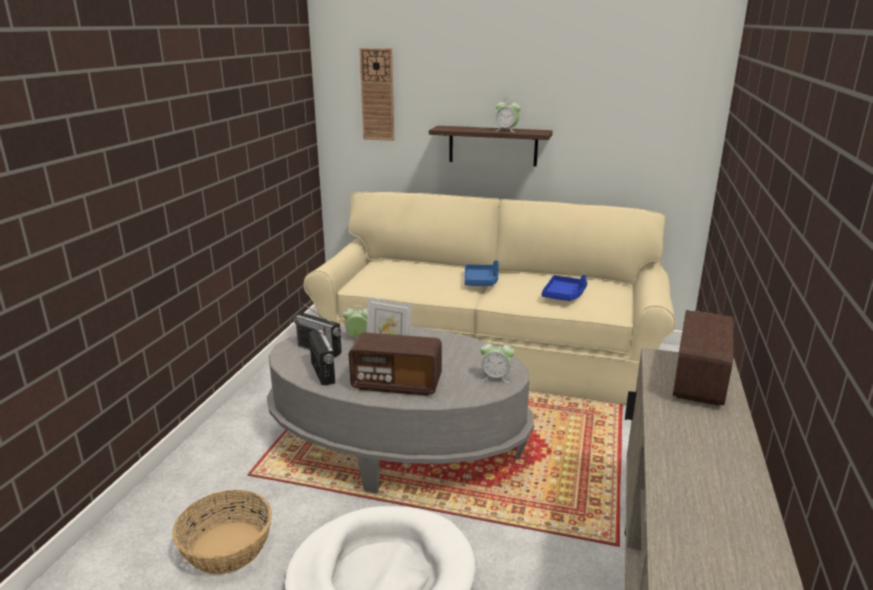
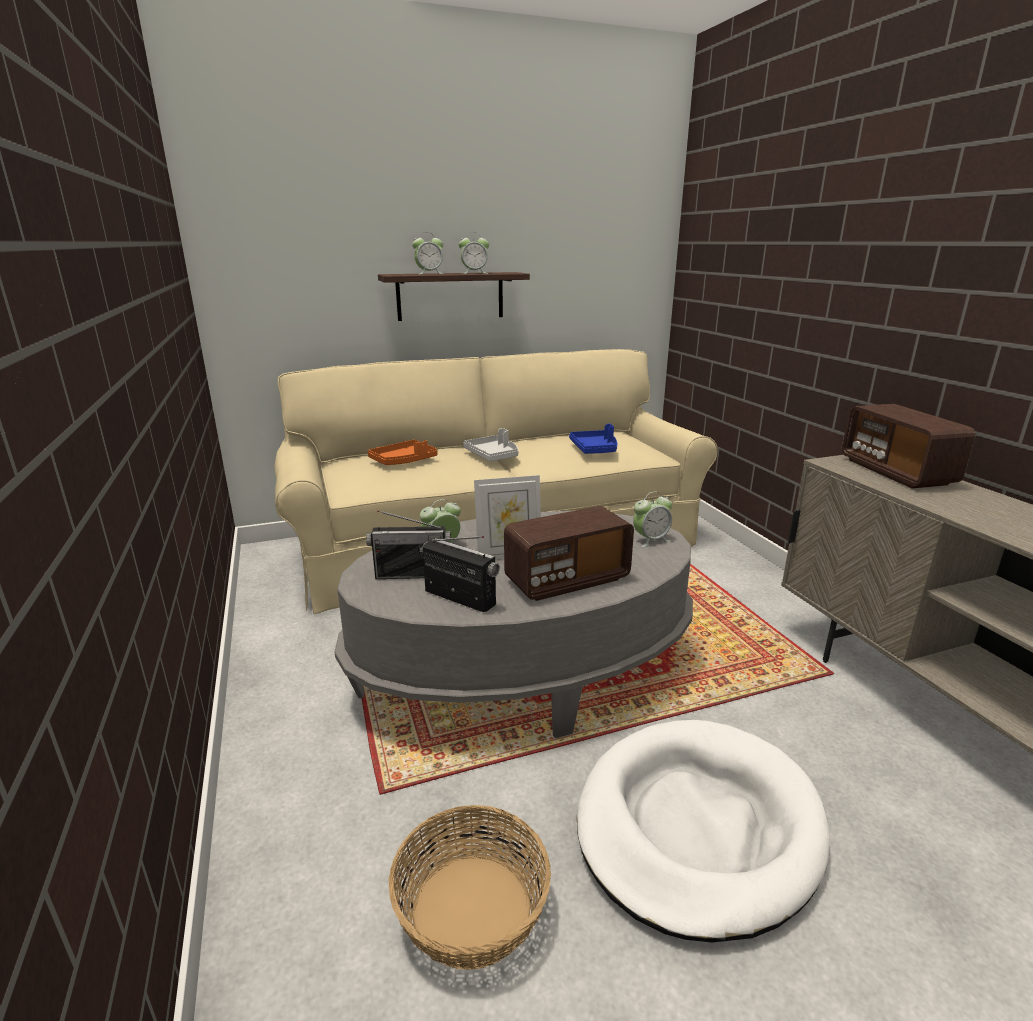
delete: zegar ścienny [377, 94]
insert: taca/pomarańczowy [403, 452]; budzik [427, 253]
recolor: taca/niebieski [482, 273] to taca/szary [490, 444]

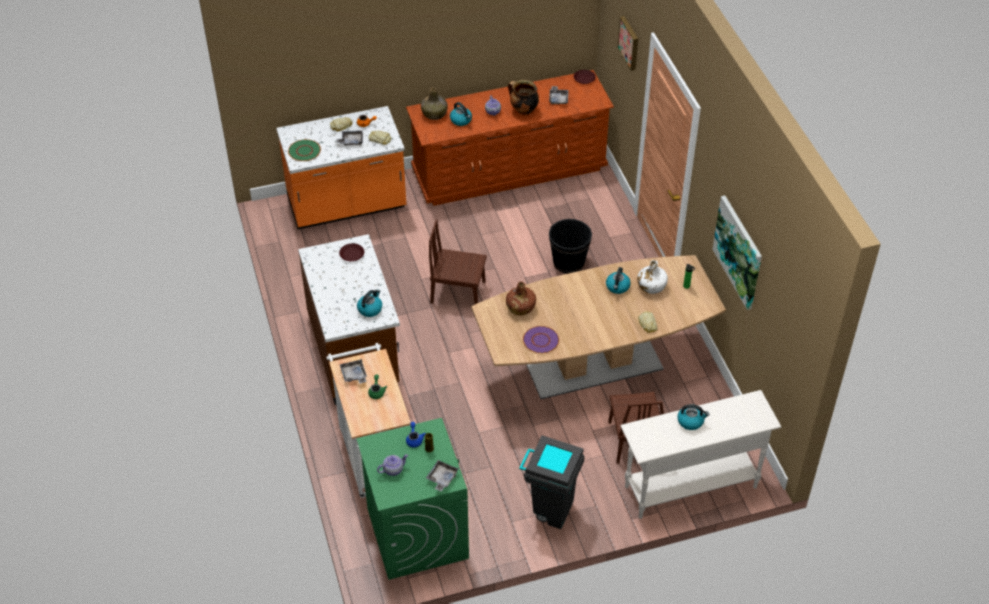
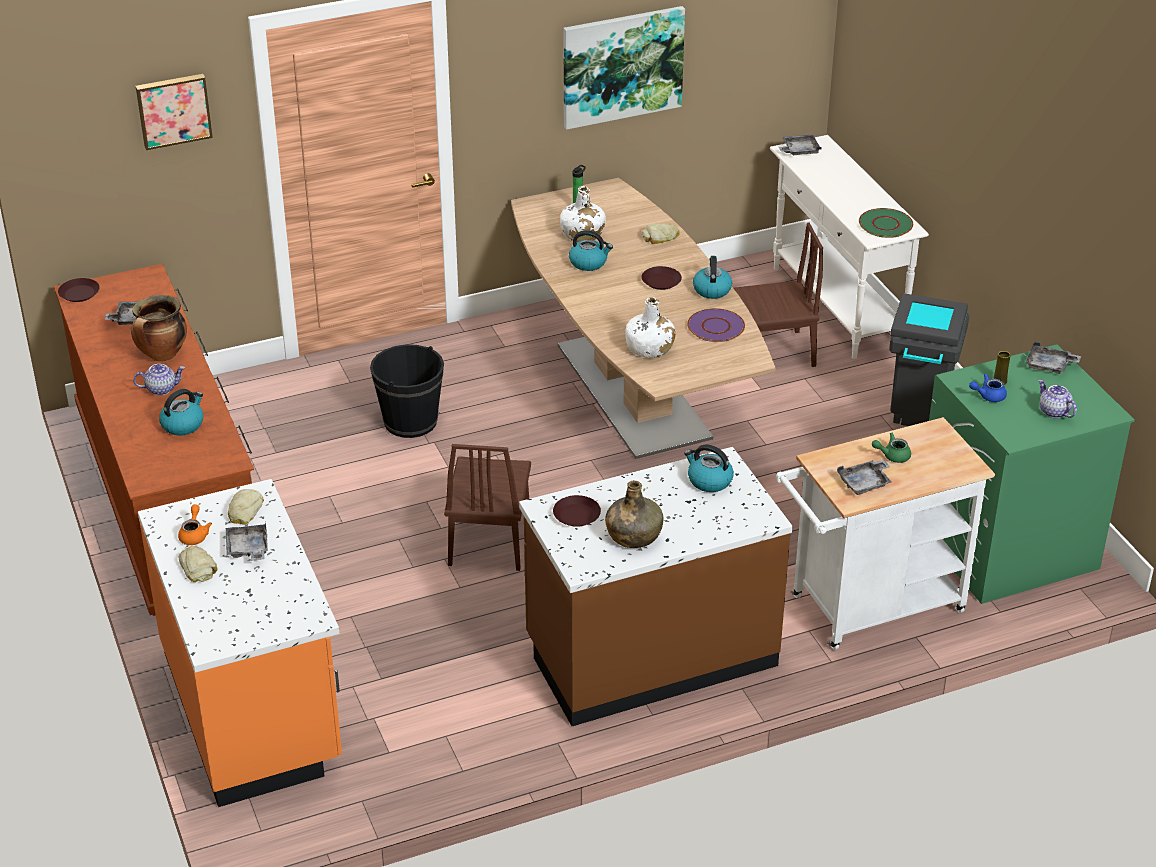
insert: talerz/brązowy [662, 278]; taca/szary [800, 145]
move: talerz/zielony [304, 150] to [886, 223]; butelka/zielony [434, 103] to [634, 514]; czajnik [693, 417] to [712, 277]
recolor: butelka/brązowy [521, 298] to butelka/biały [650, 327]

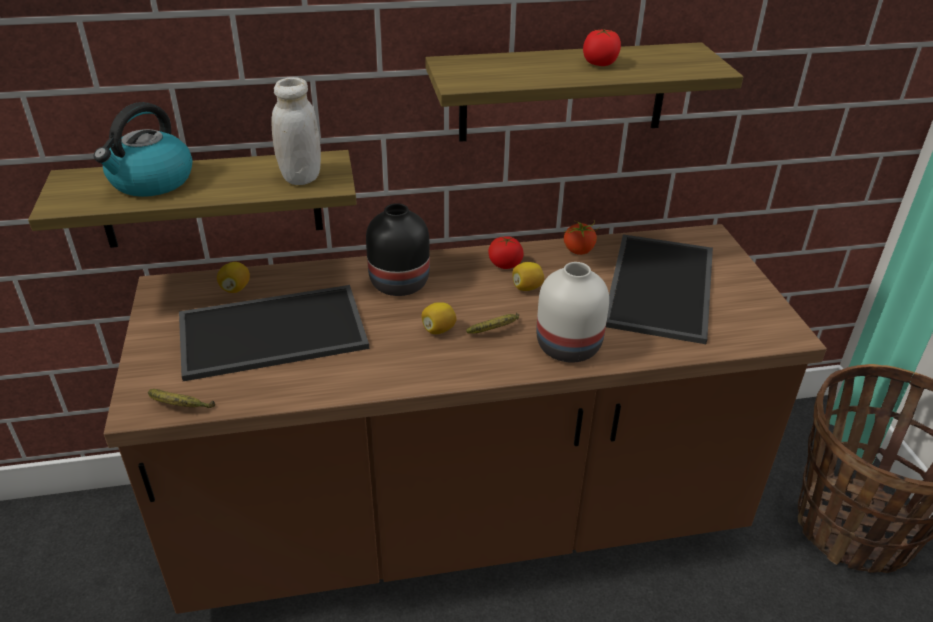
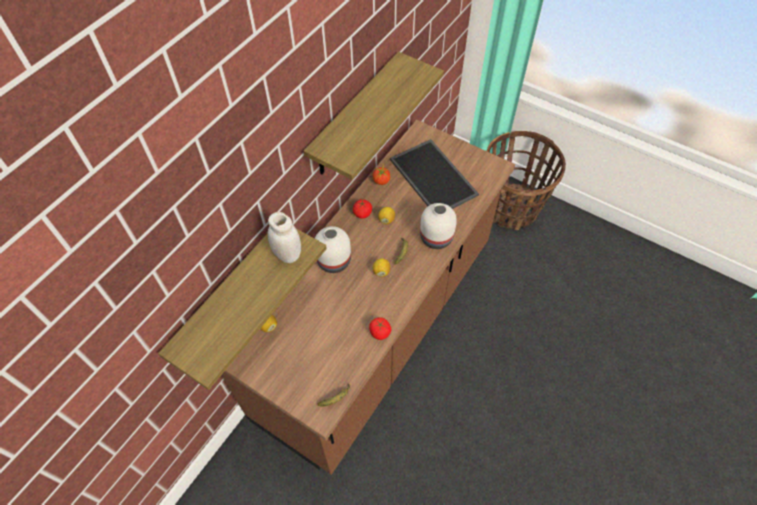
delete: czajnik [143, 149]; taca [274, 333]
move: pomidor [602, 47] to [380, 328]
recolor: wazon/czarny [398, 249] to wazon/biały [333, 249]

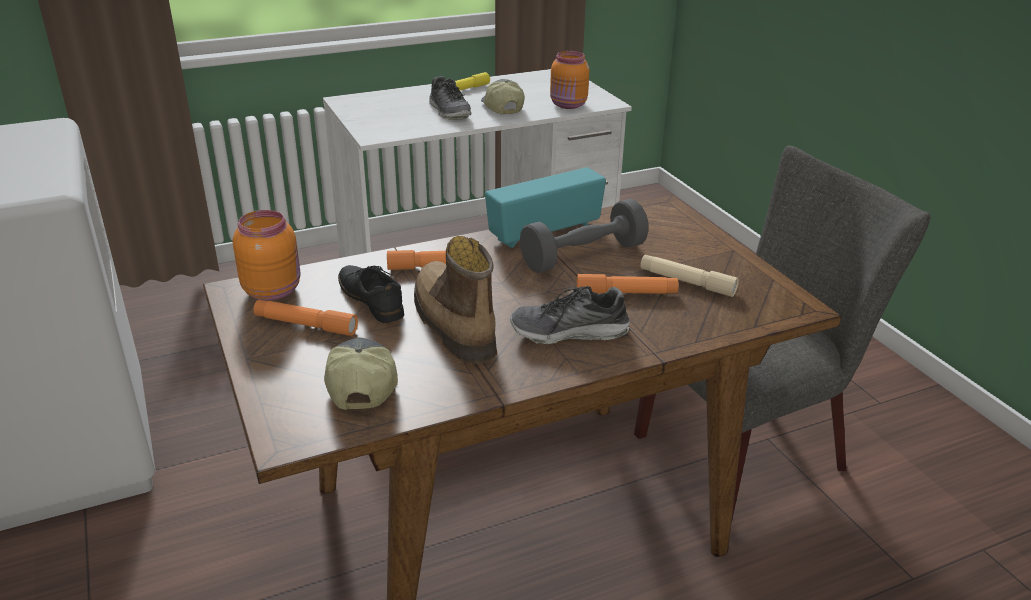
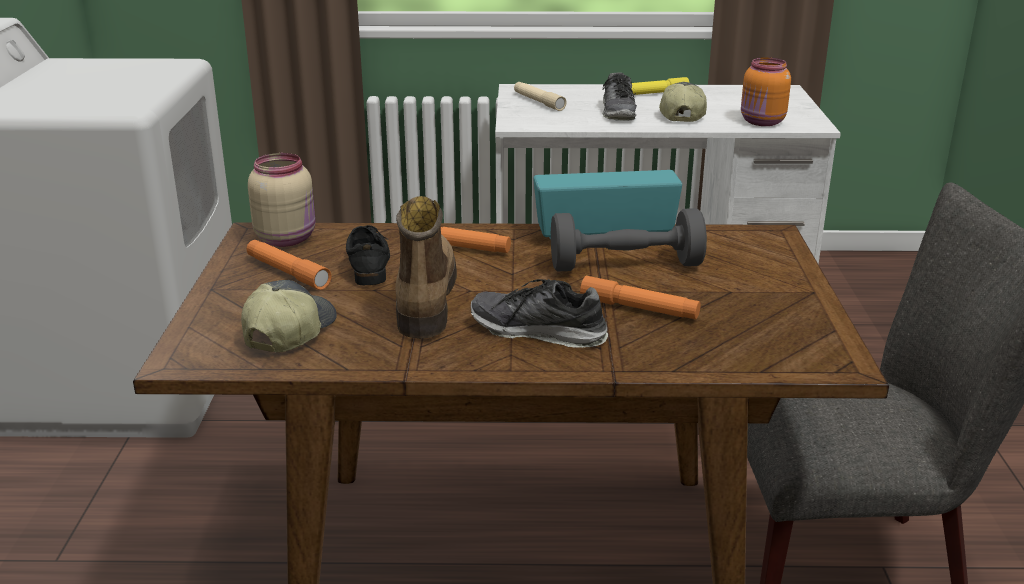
move: latarka/beżowy [689, 276] to [540, 96]
recolor: słoik/pomarańczowy [267, 255] to słoik/beżowy [281, 200]

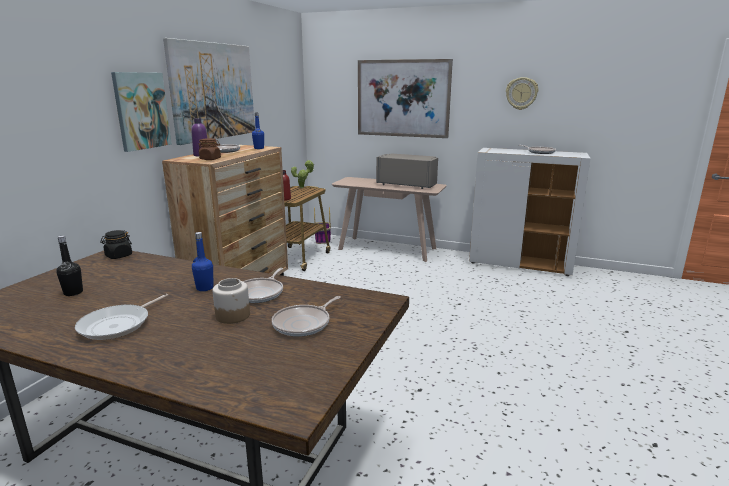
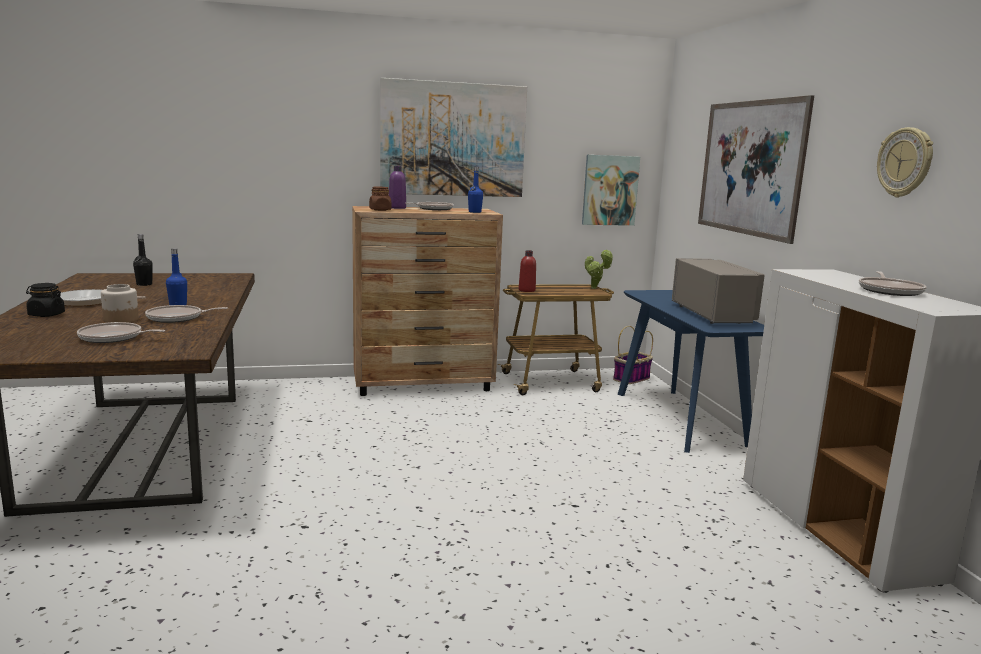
move: słoik/czarny [116, 244] to [45, 300]; obraz [141, 112] to [611, 190]
recolor: stolik konsolowy/beżowy [389, 219] to stolik konsolowy/niebieski [691, 371]

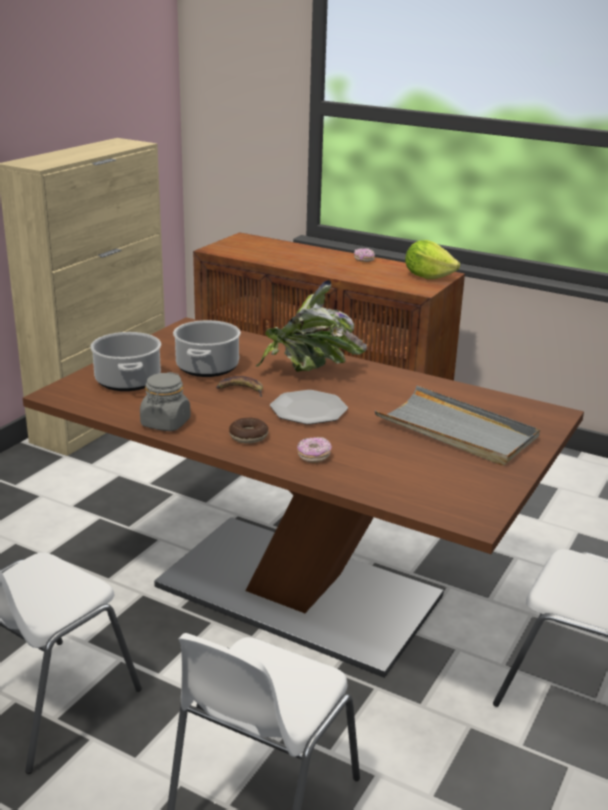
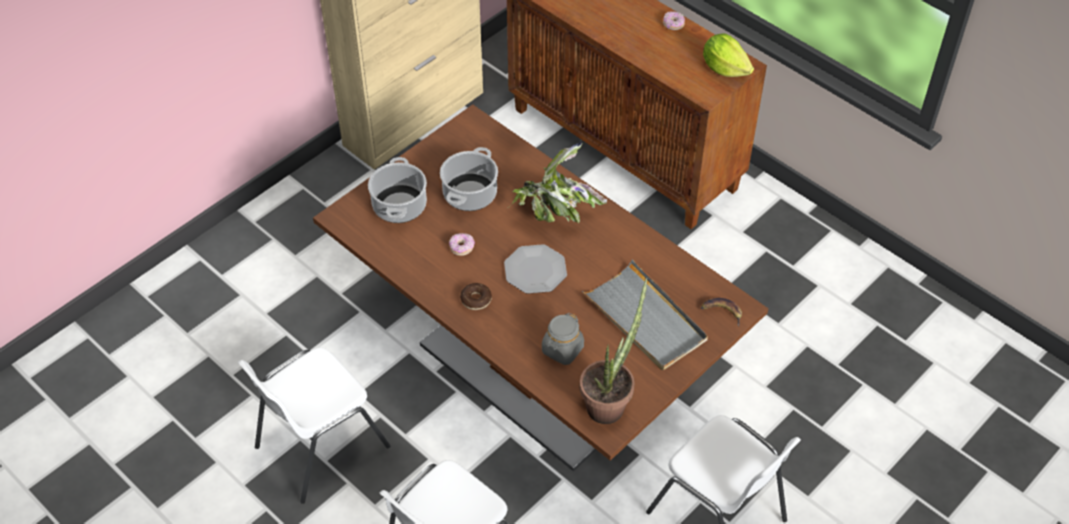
insert: roślina doniczkowa [613, 351]
move: słoik/szary [165, 401] to [563, 339]; banan [239, 386] to [721, 312]; donut [314, 450] to [462, 244]

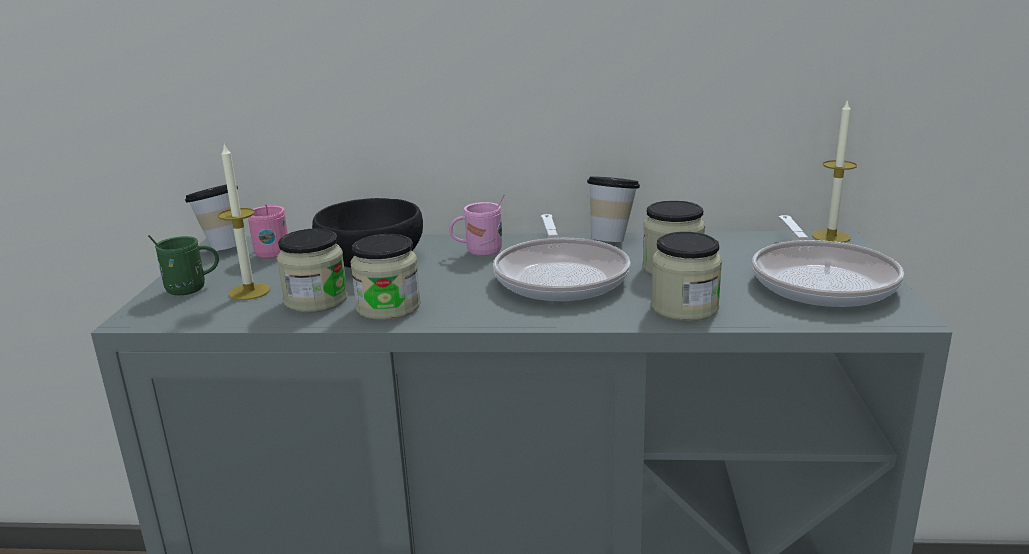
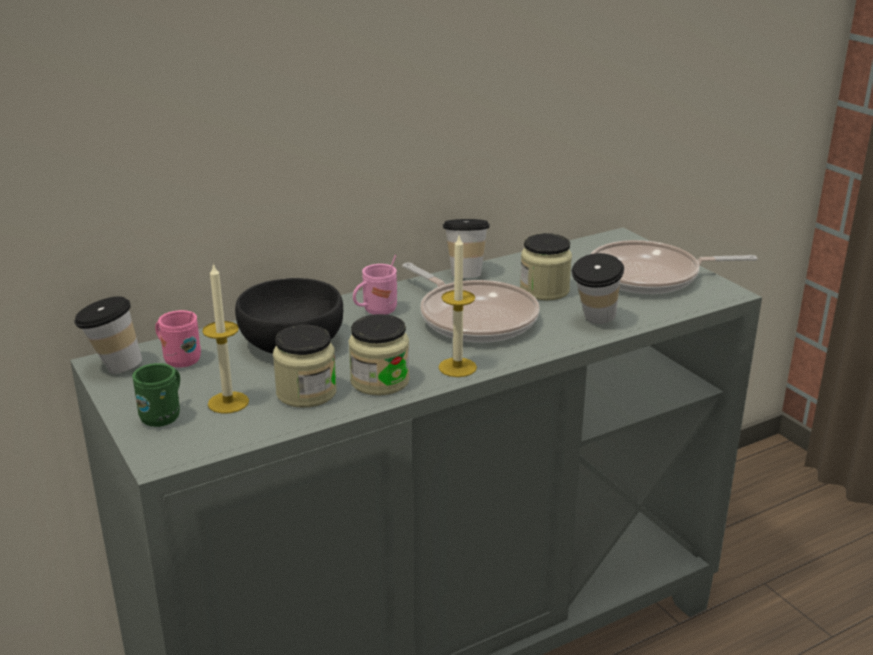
move: świeca [834, 171] to [457, 306]
replace: słoik [686, 276] to filiżanka [598, 288]
rotate: patelnia [828, 261] = [674, 267] 120 degrees clockwise

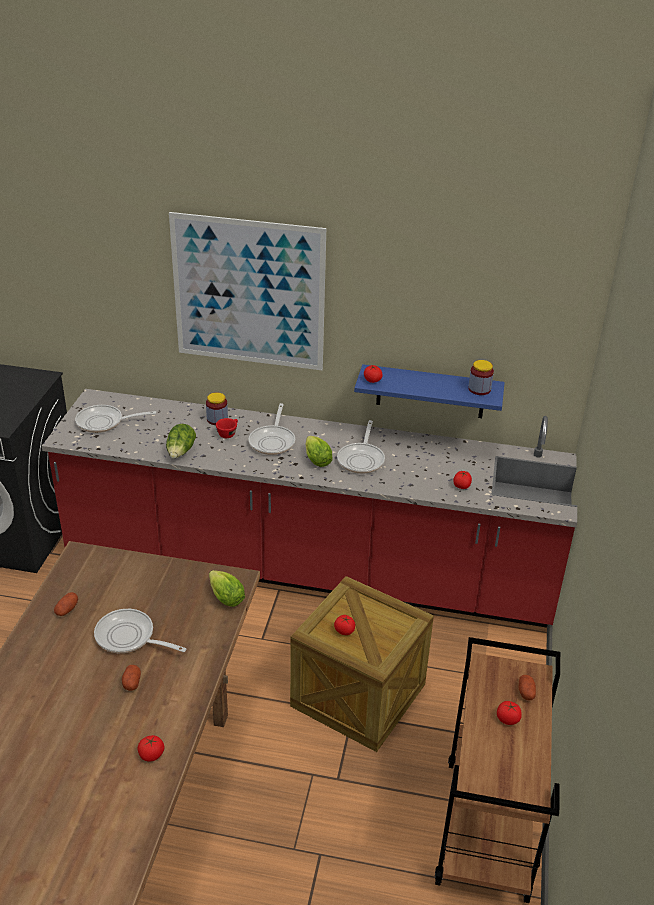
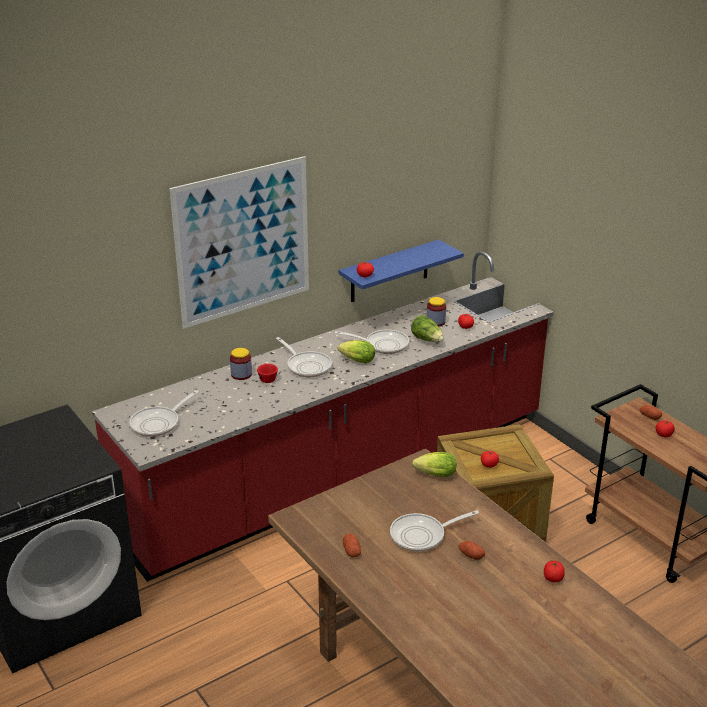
move: sałata [181, 441] to [427, 328]; słoik [481, 377] to [436, 311]
rotate: patelnia [361, 447] = [372, 341] 45 degrees counterclockwise

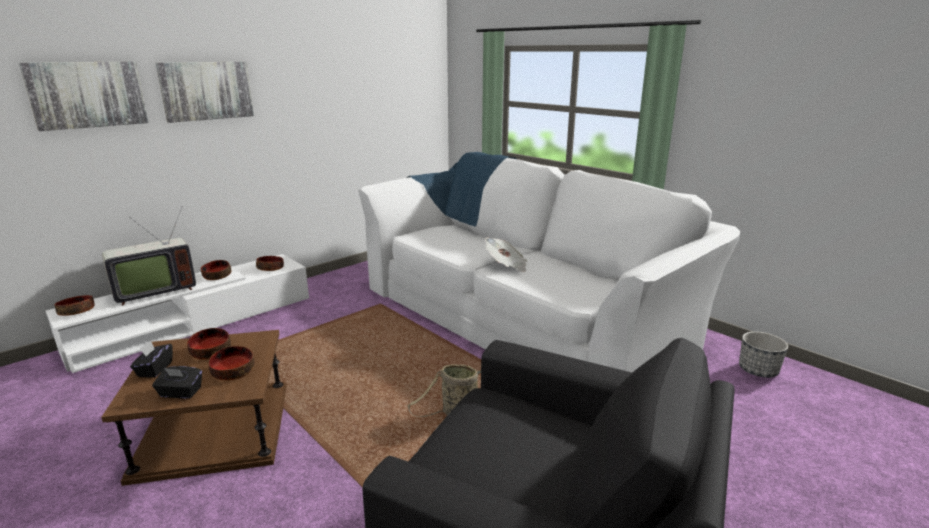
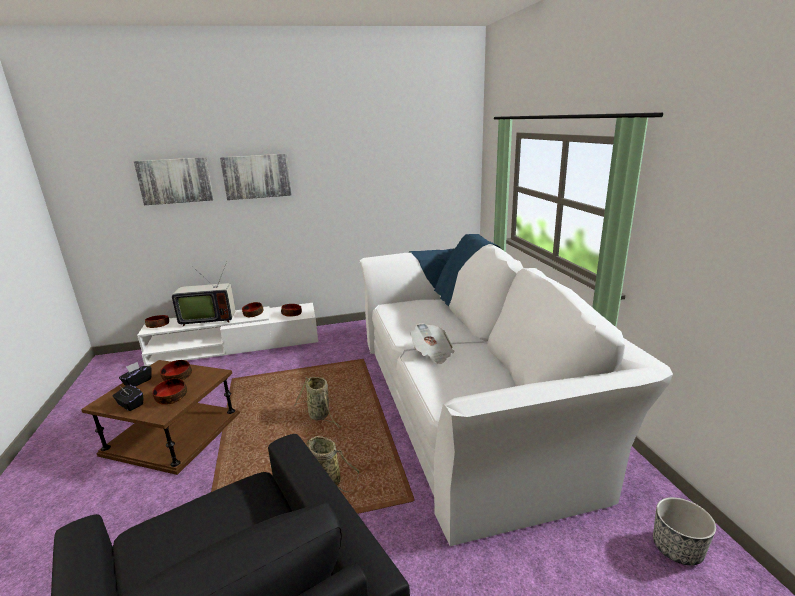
insert: koszyk [317, 401]

